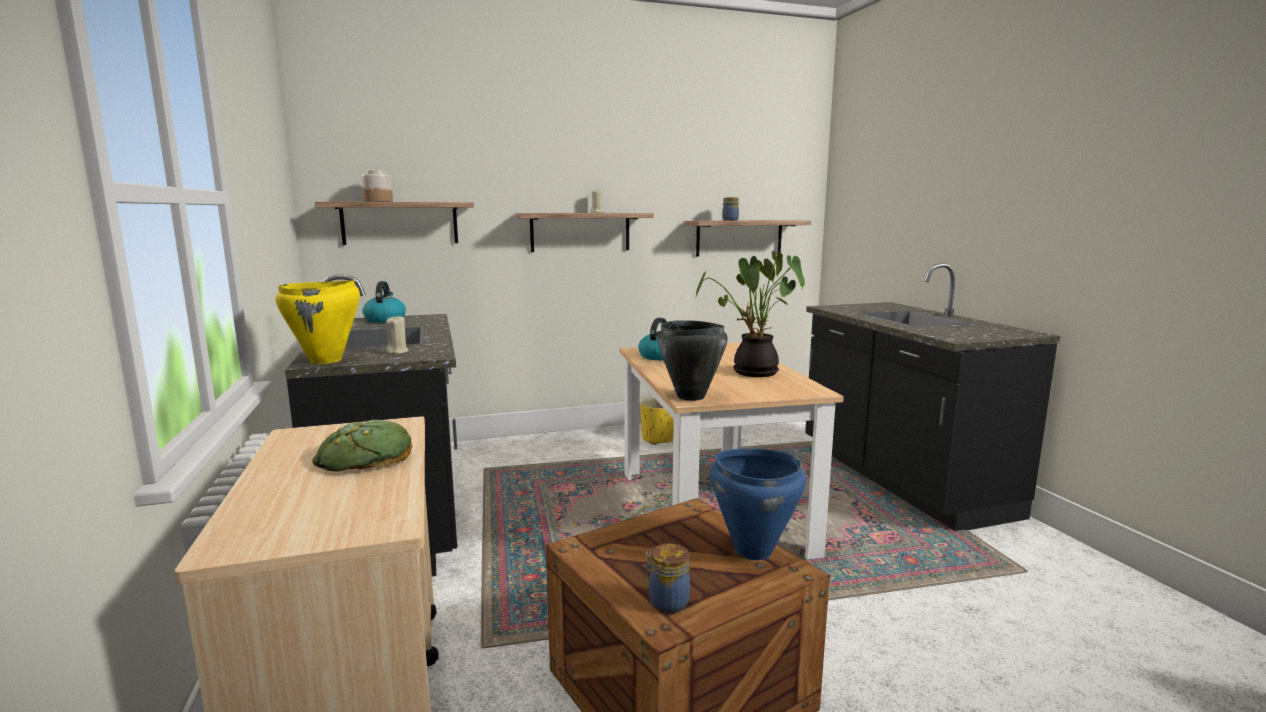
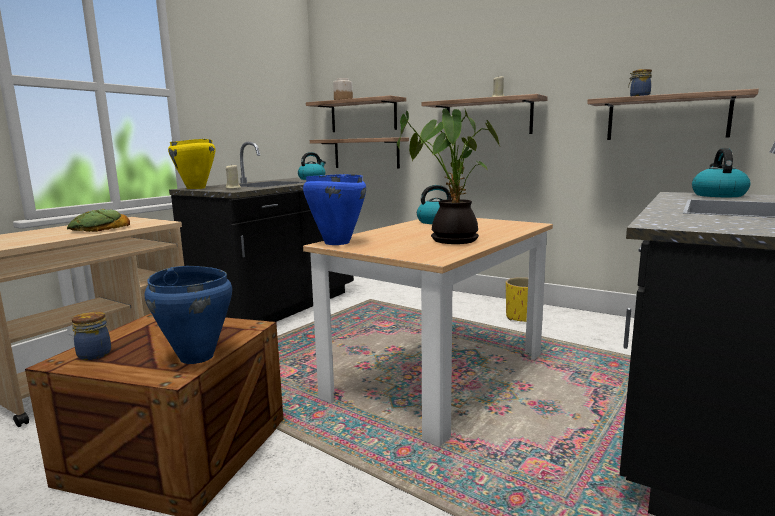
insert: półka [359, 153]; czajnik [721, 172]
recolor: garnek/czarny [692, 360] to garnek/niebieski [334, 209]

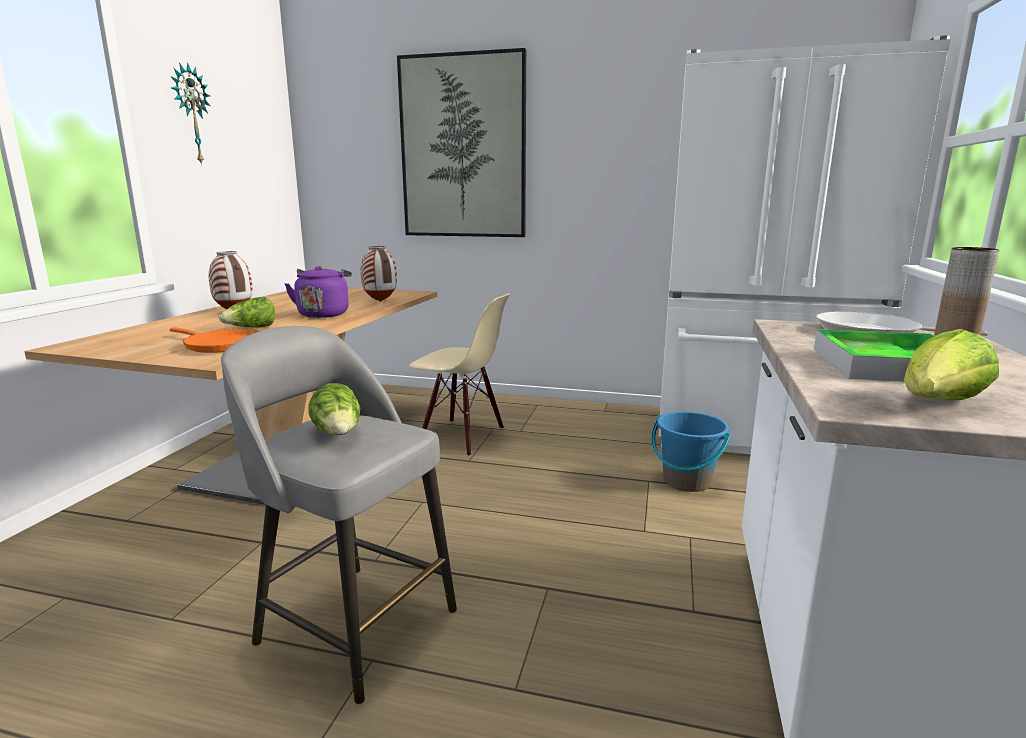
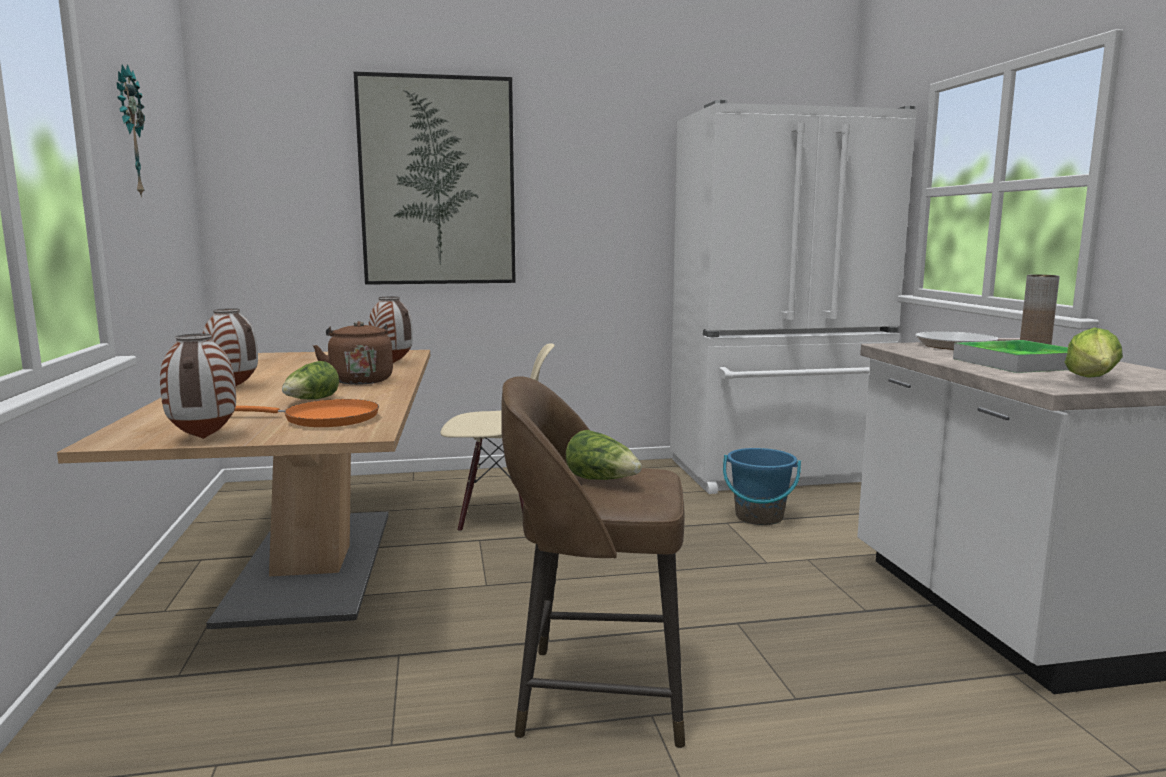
insert: wazon [198, 386]
recolor: stołek/szary [339, 515] to stołek/brązowy [593, 562]; czajnik/fioletowy [318, 292] to czajnik/brązowy [353, 353]

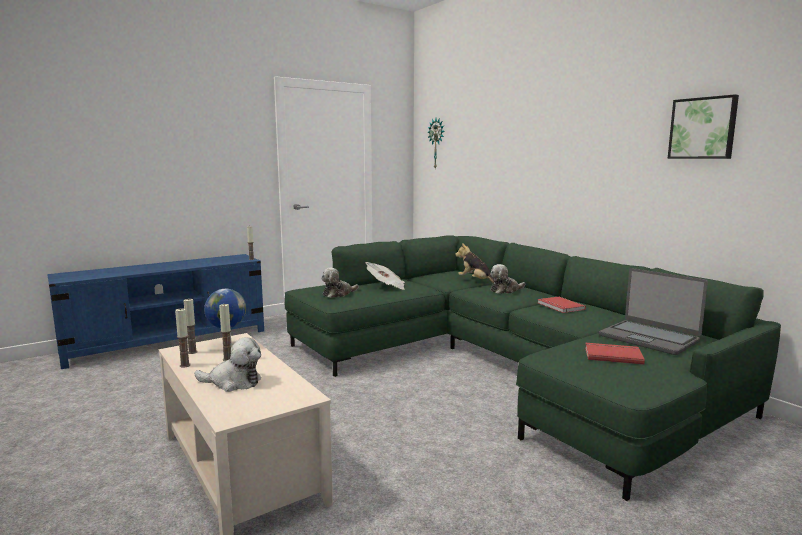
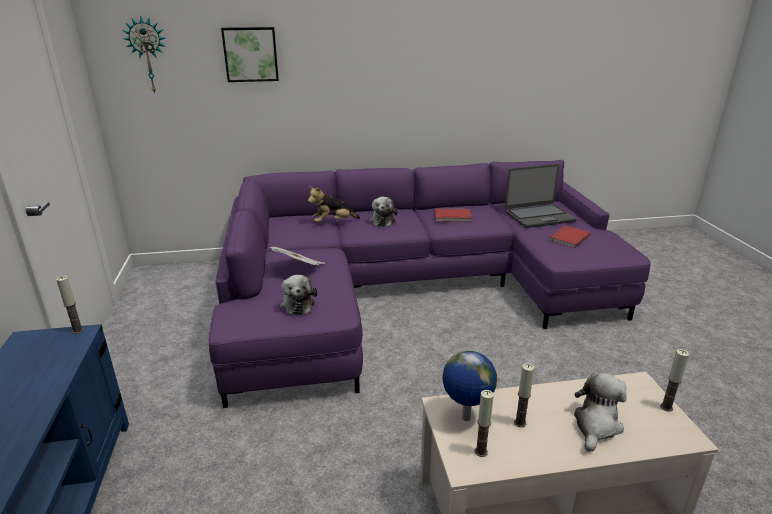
move: świeca [183, 338] to [674, 380]; obraz [703, 126] to [250, 54]
recolor: kanapa/zielony [532, 368] to kanapa/fioletowy [430, 284]

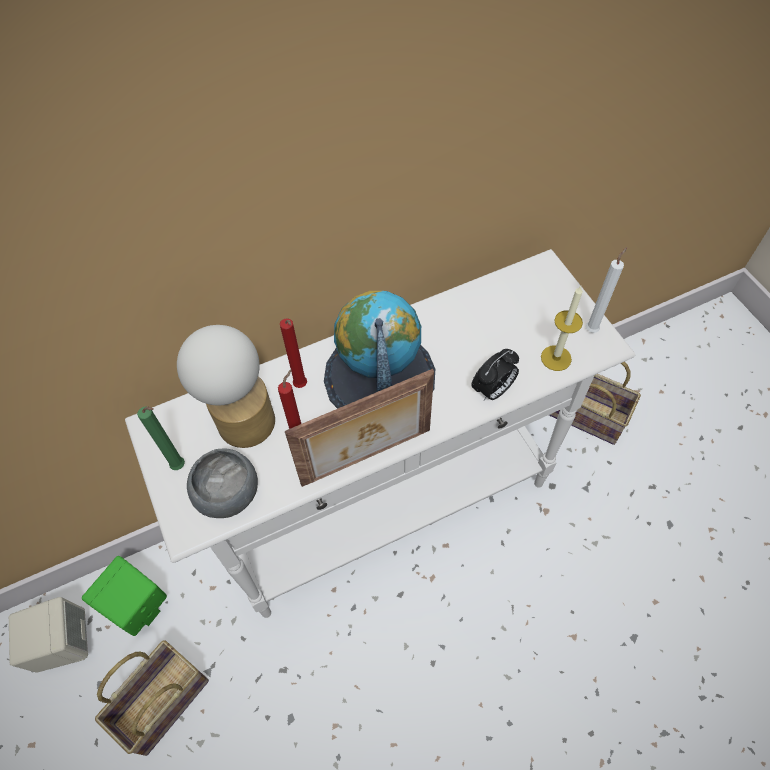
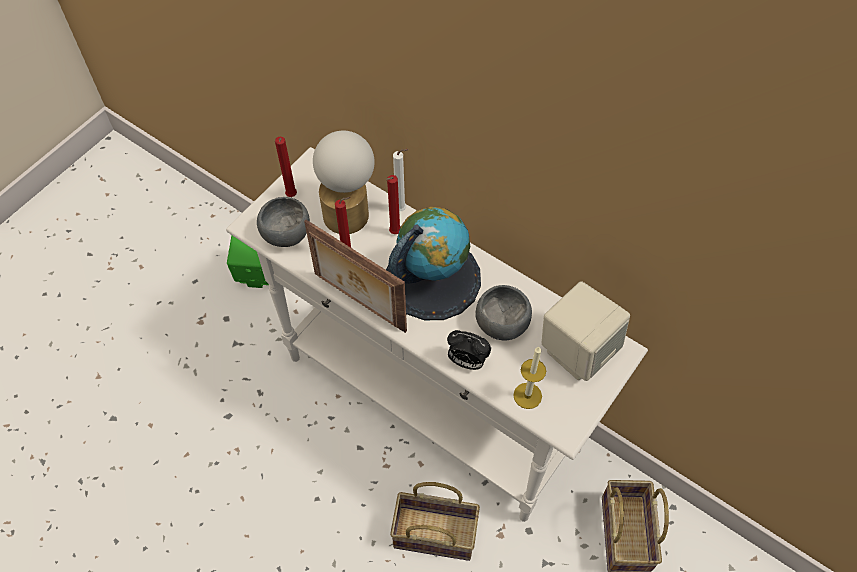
insert: miska/szary [503, 313]
move: głośnik/beżowy [48, 635] to [586, 331]; koszyk [152, 698] to [435, 521]; świeca/biały [606, 290] to [401, 180]
recolor: świeca/zielony [161, 438] to świeca/czerwony [286, 167]

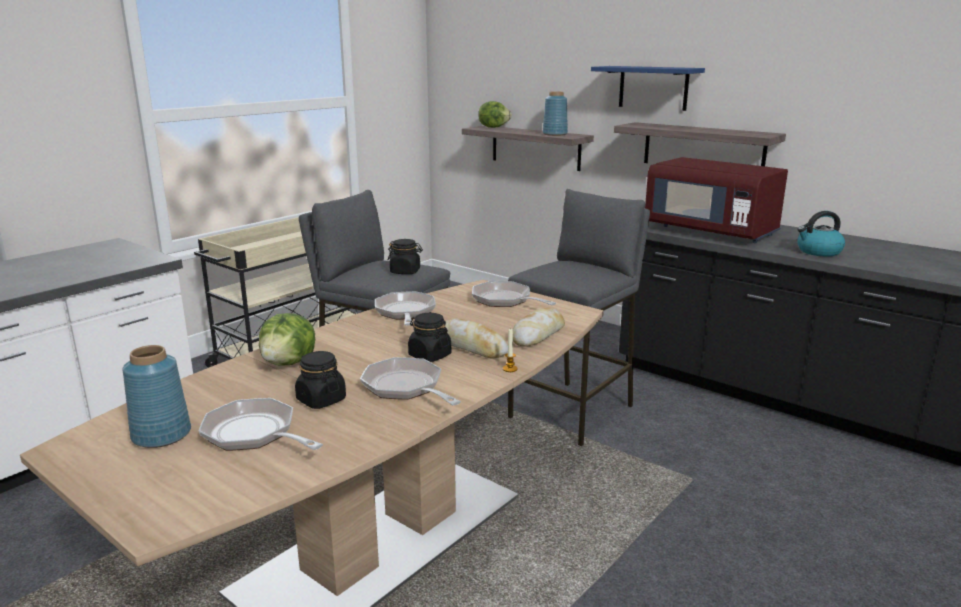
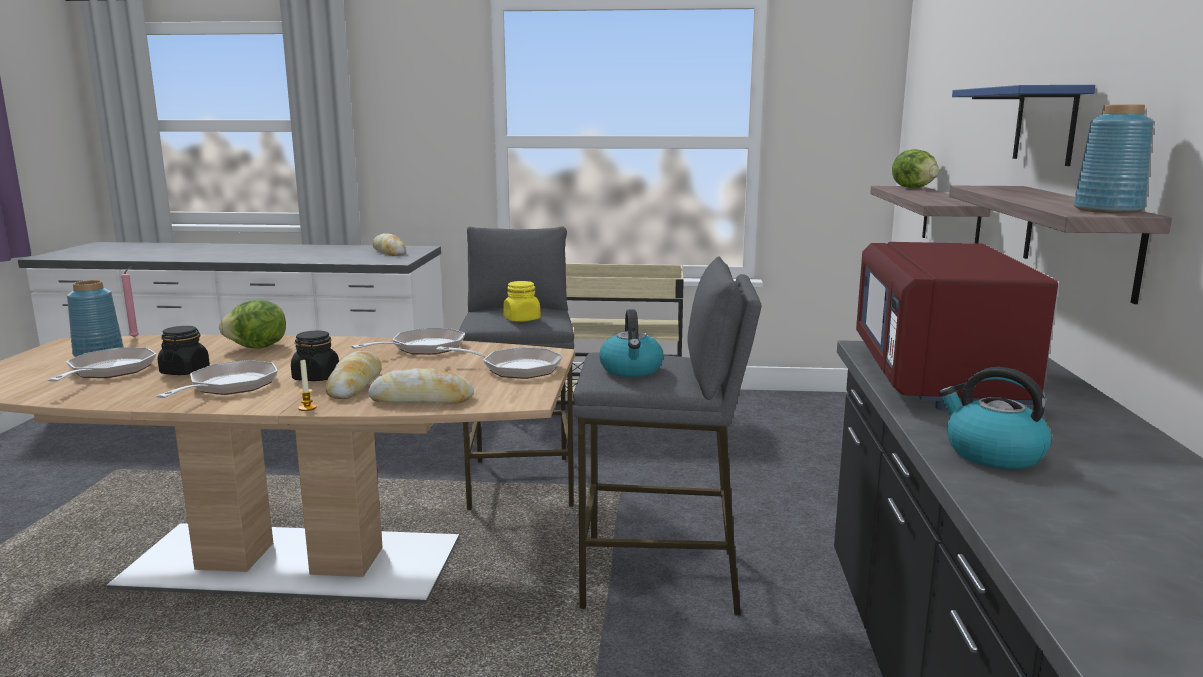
insert: świeca/różowy [130, 302]; chleb [389, 244]; czajnik [631, 343]
move: wazon/niebieski [555, 113] to [1113, 159]
recolor: słoik/czarny [405, 256] to słoik/żółty [521, 301]
rotate: patelnia [514, 294] = [499, 362] 90 degrees clockwise

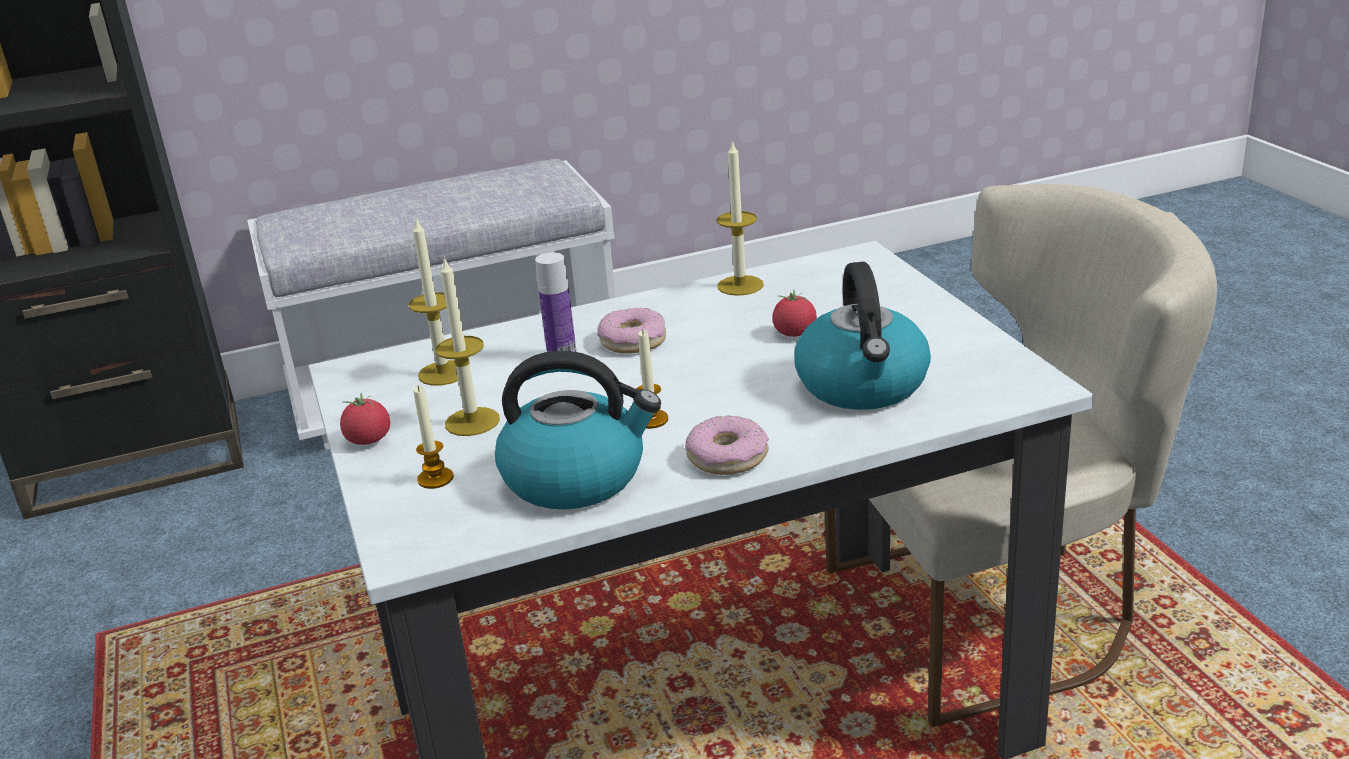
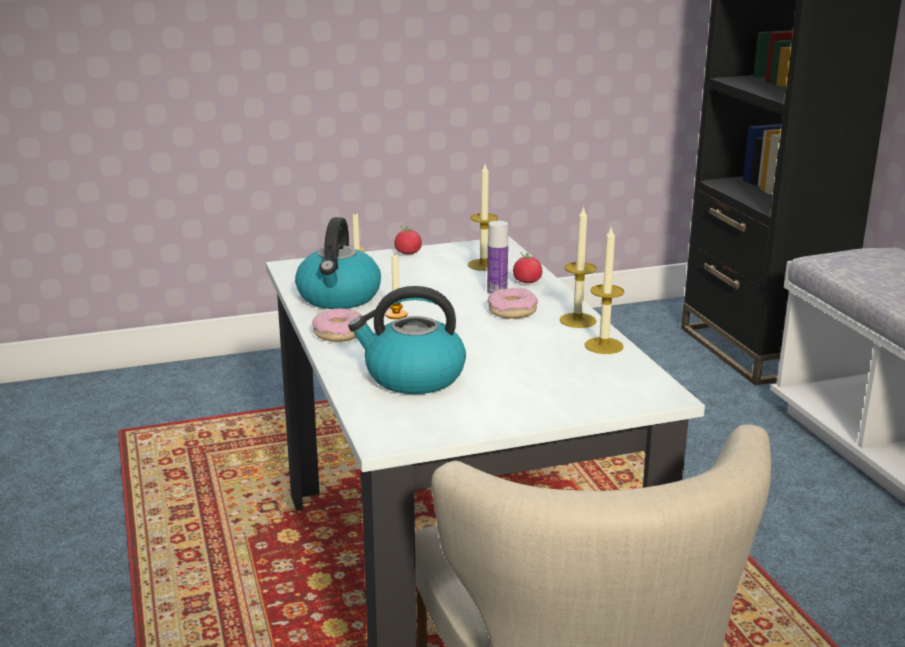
move: świeca [468, 346] to [578, 267]; pomidor [794, 313] to [527, 267]

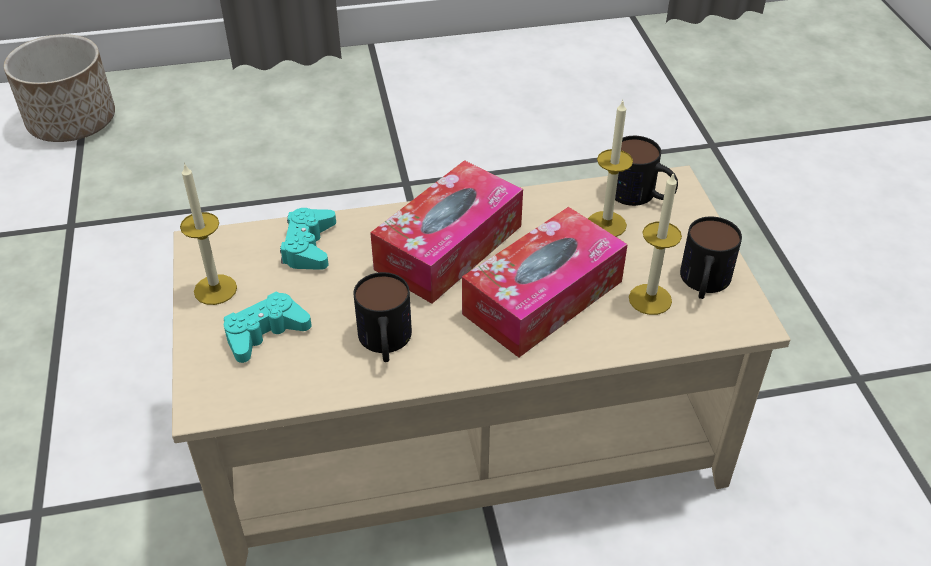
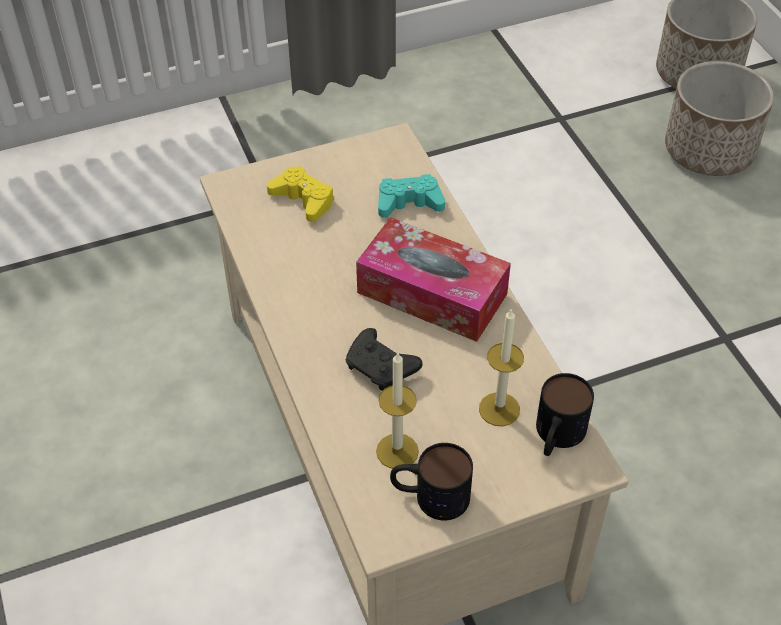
delete: świeca [208, 234]; kubek [382, 317]
insert: donica [719, 118]
replace: pudełko chusteczek [545, 282] to pad do gier/czarny [384, 359]
recolor: pad do gier/turkusowy [268, 327] to pad do gier/żółty [300, 194]

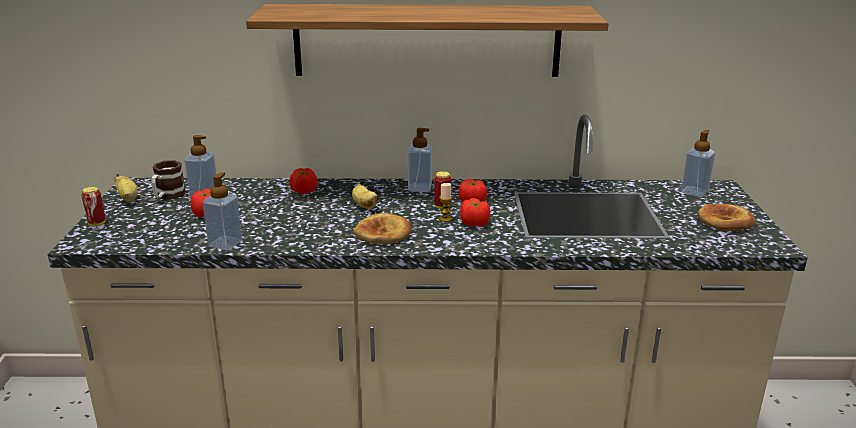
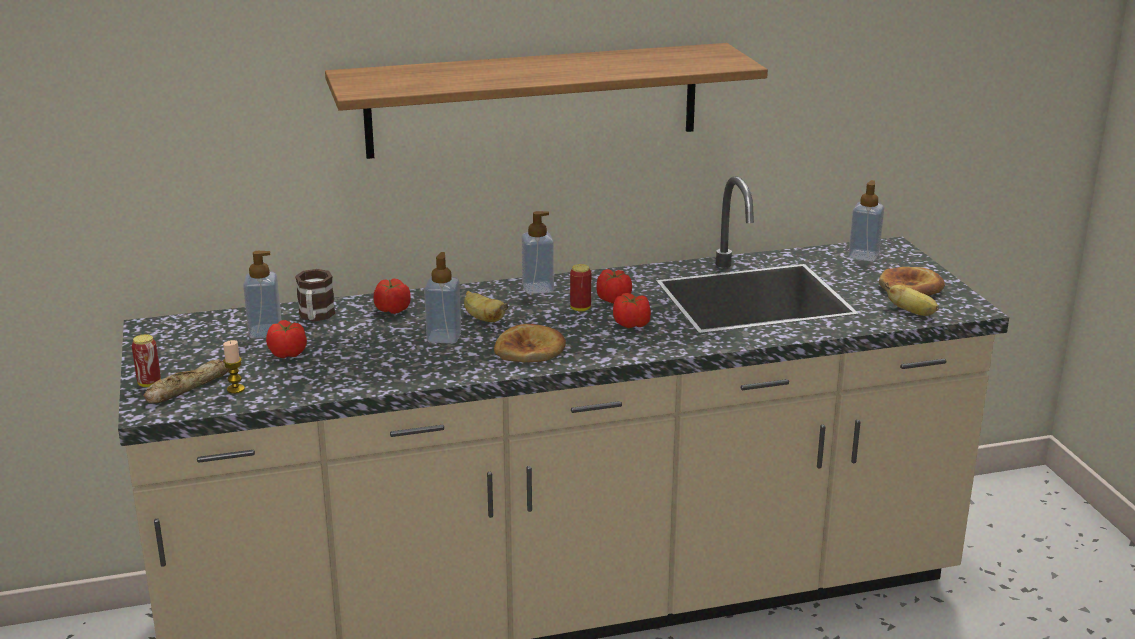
insert: chleb [186, 381]
move: banan [126, 188] to [912, 299]; kubek [168, 180] to [315, 295]; dozownik mydła [222, 211] to [442, 298]; świeca [445, 202] to [234, 367]

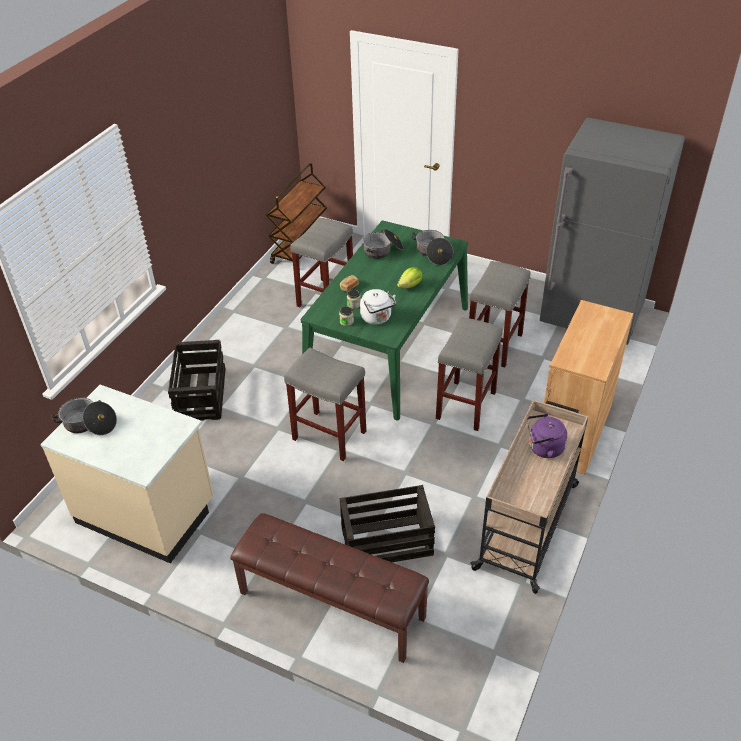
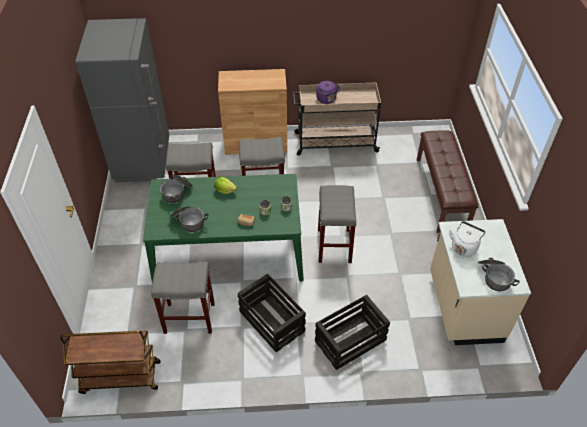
move: skrzynka [387, 523] to [271, 313]; czajnik/biały [378, 307] to [467, 239]

